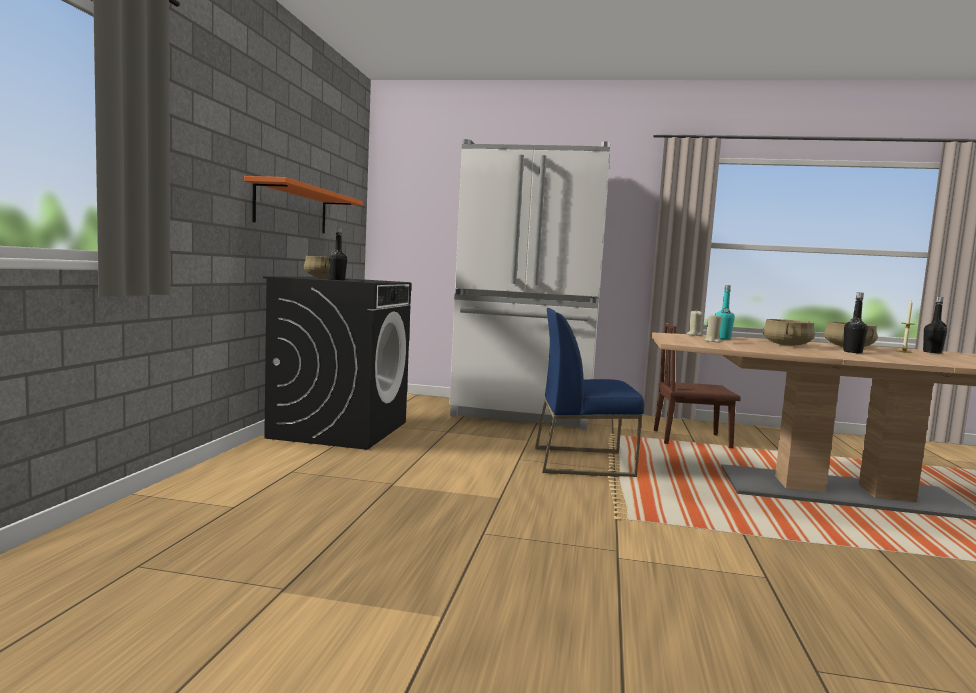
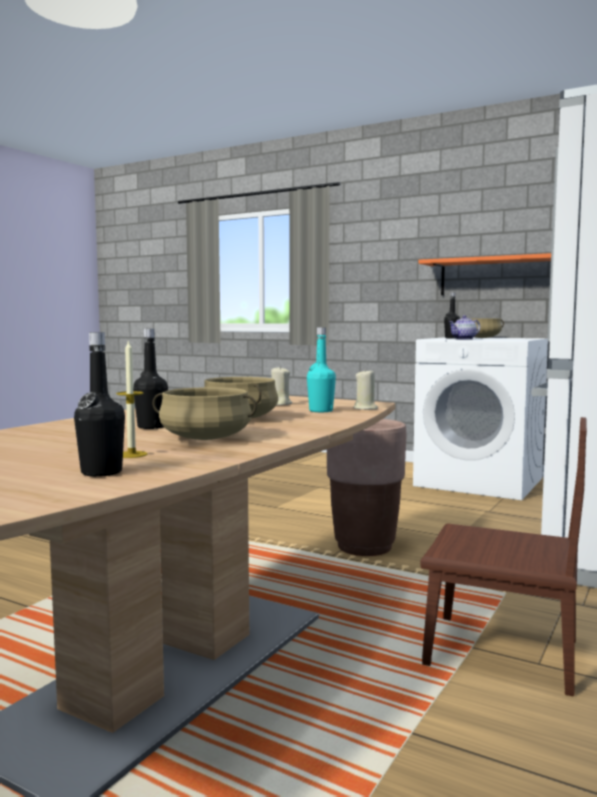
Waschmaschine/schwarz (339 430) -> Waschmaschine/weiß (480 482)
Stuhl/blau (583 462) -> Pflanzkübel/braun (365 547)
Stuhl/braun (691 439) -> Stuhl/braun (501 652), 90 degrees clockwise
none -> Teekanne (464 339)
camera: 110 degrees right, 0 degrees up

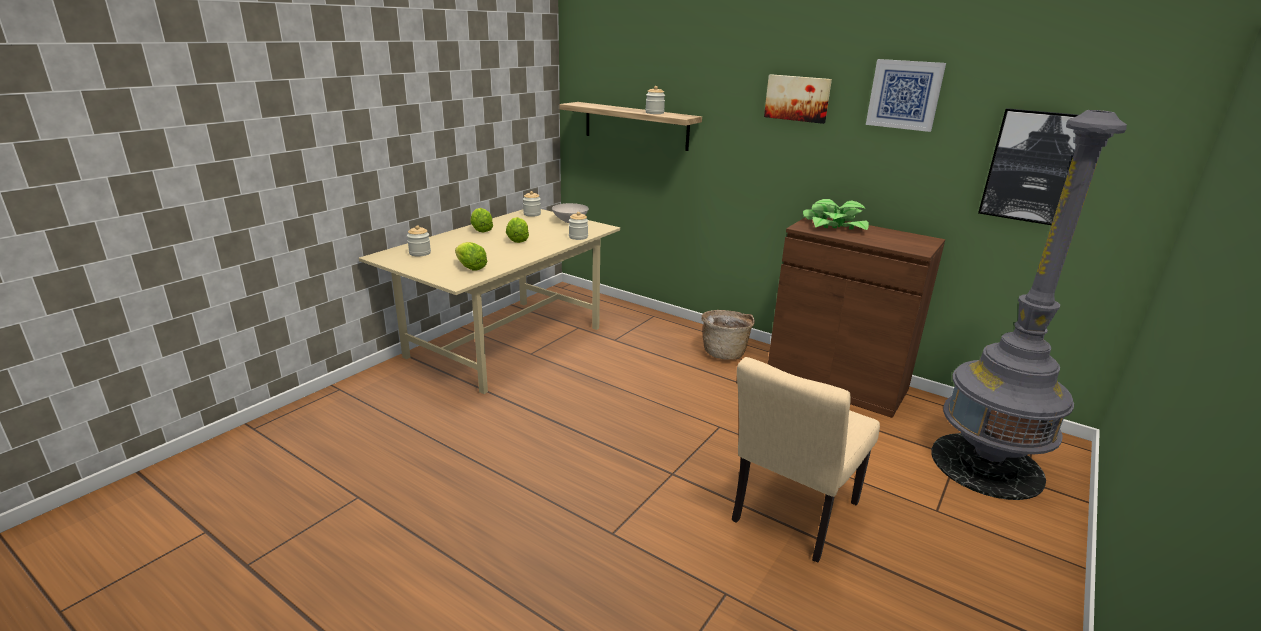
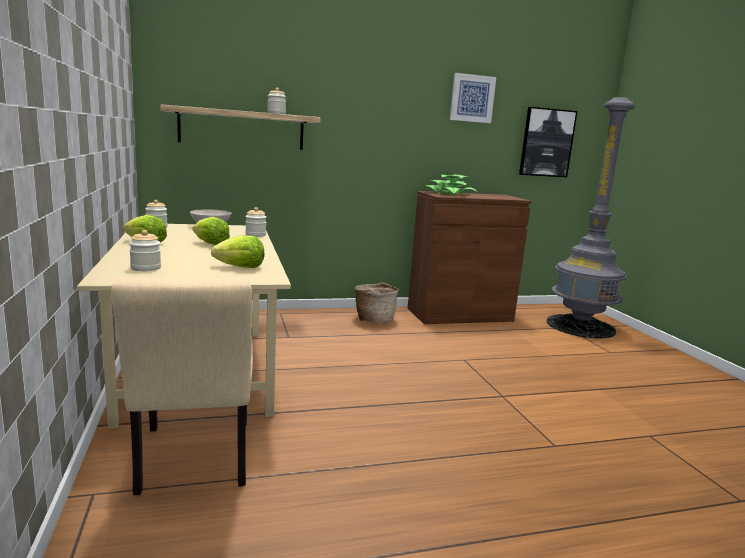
Bild (797 98) -> none
Stuhl/beige (790 517) -> Stuhl/beige (194 462), move
camera: 50 degrees left, 10 degrees down

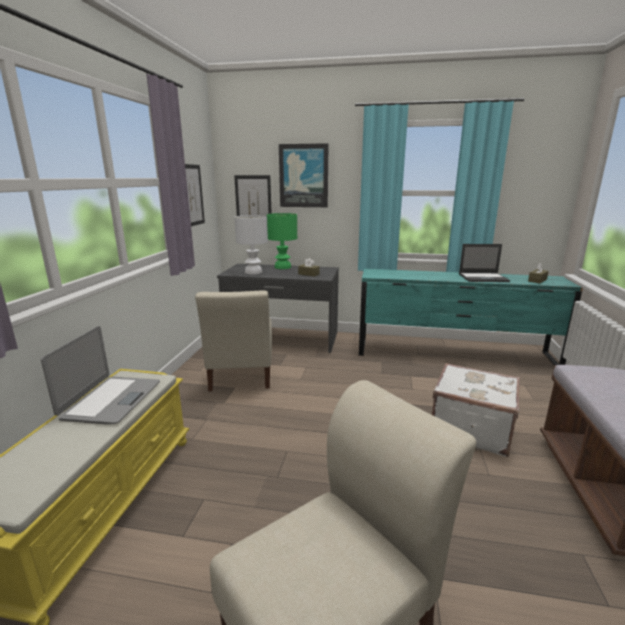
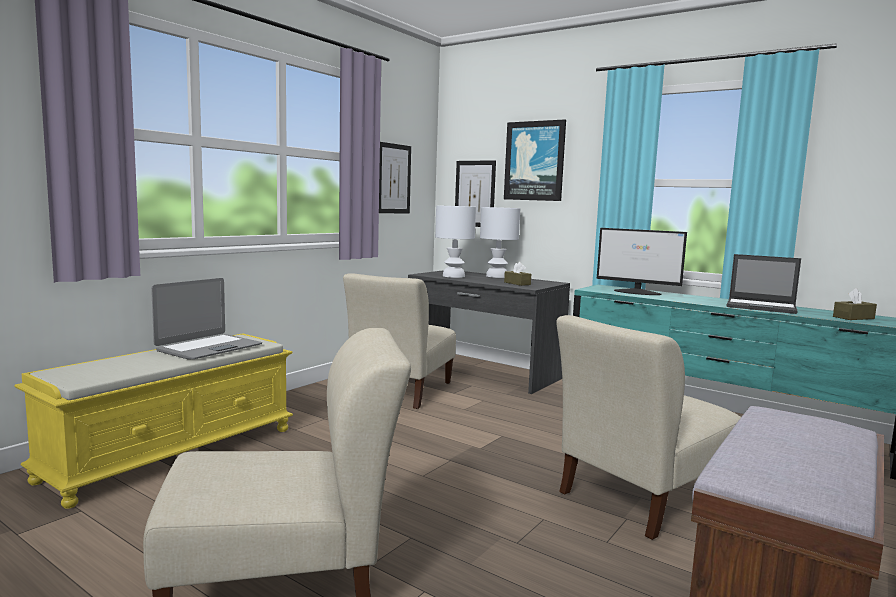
Tischlampe/grün (283 267) -> Tischlampe/weiß (497 276)
Koffer/weiß (470 428) -> Stuhl/beige (640 497)
none -> Monitor (638 292)
camera: 25 degrees right, 10 degrees down

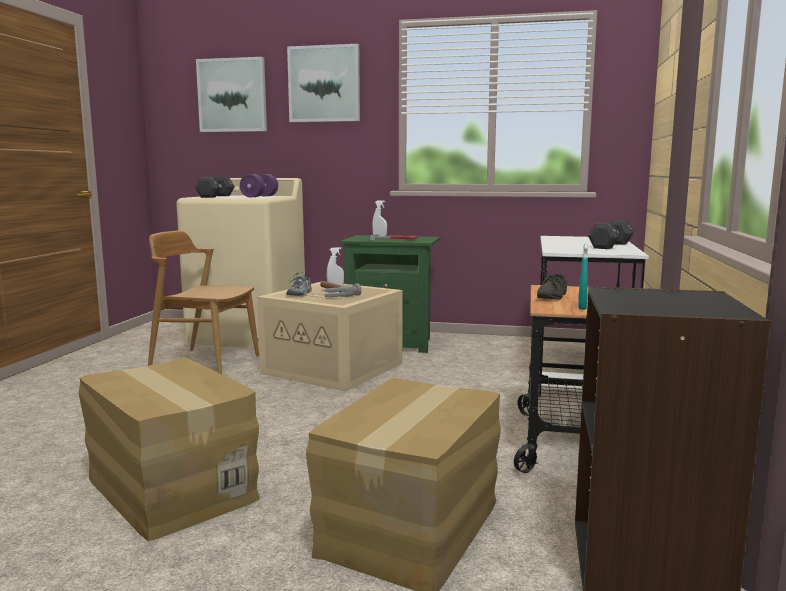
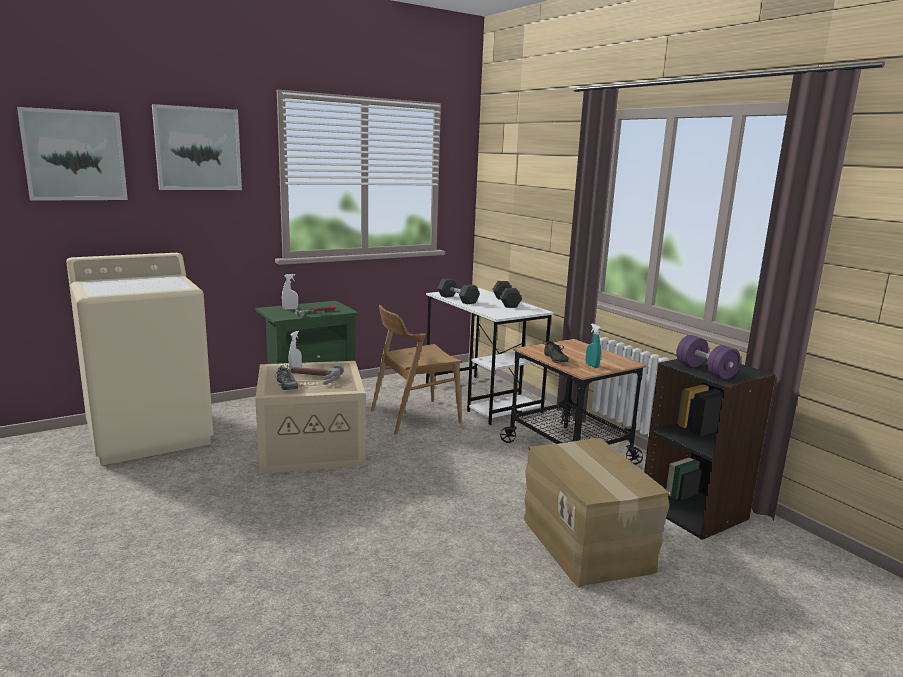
Hantel/lila (259 196) -> Hantel/lila (705 371), move
Hantel/schwarz (215 196) -> Hantel/schwarz (457 299), move
Stuhl/braun (205 362) -> Stuhl/braun (414 416), move
Karton (169 489) -> none
camera: 45 degrees left, 5 degrees up

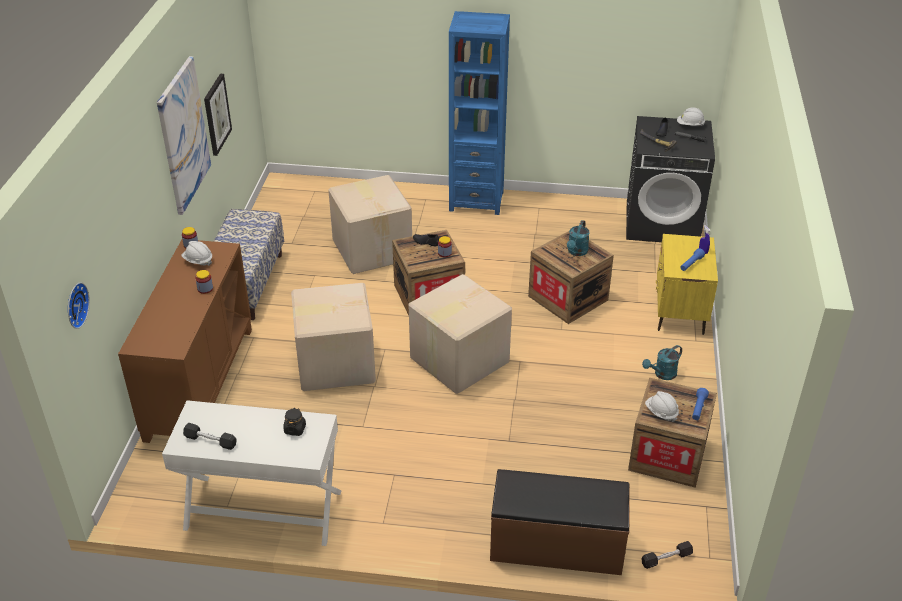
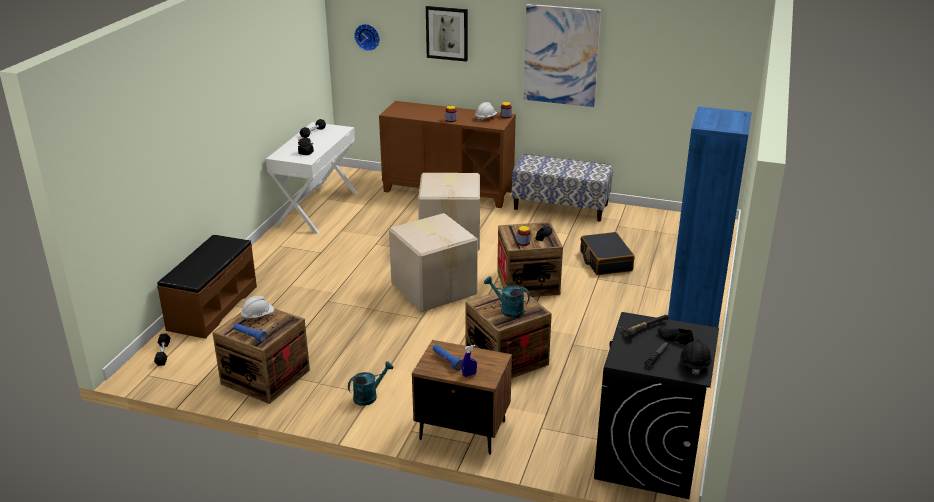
Bild (216 114) -> Bild (447 33), move
Schutzhelm/weiß (690 125) -> Schutzhelm/schwarz (694 364)
Karton (373 249) -> Koffer/schwarz (605 261)
Nachttisch/gelb (679 312) -> Nachttisch/braun (462 429)
Gießkanne/türkis (662 374) -> Gießkanne/türkis (369 396), 75 degrees clockwise
camera: 100 degrees right, 10 degrees down

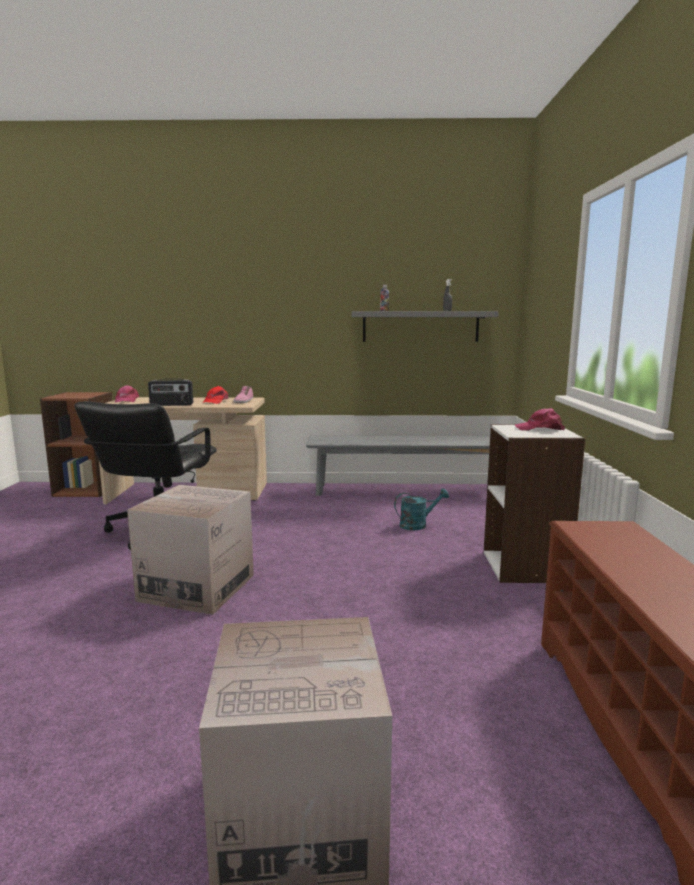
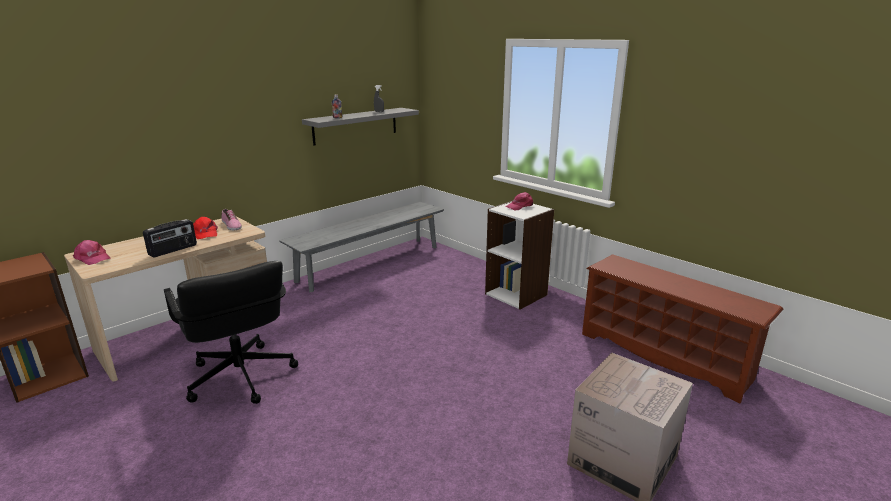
Karton (197 587) -> none
Gießkanne/türkis (417 525) -> none
camera: 45 degrees left, 10 degrees up

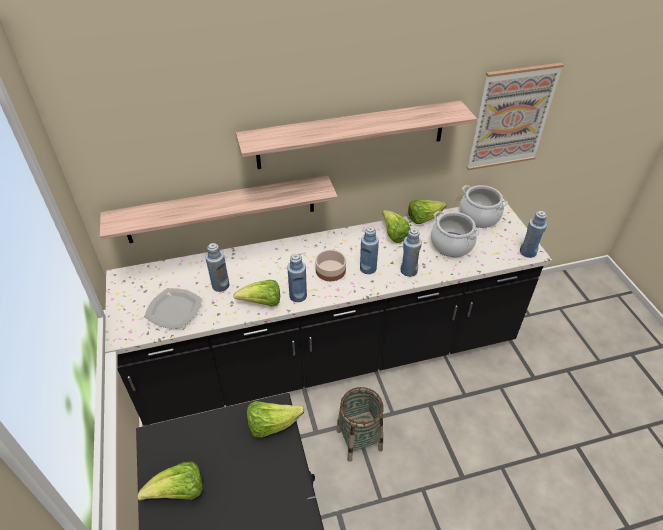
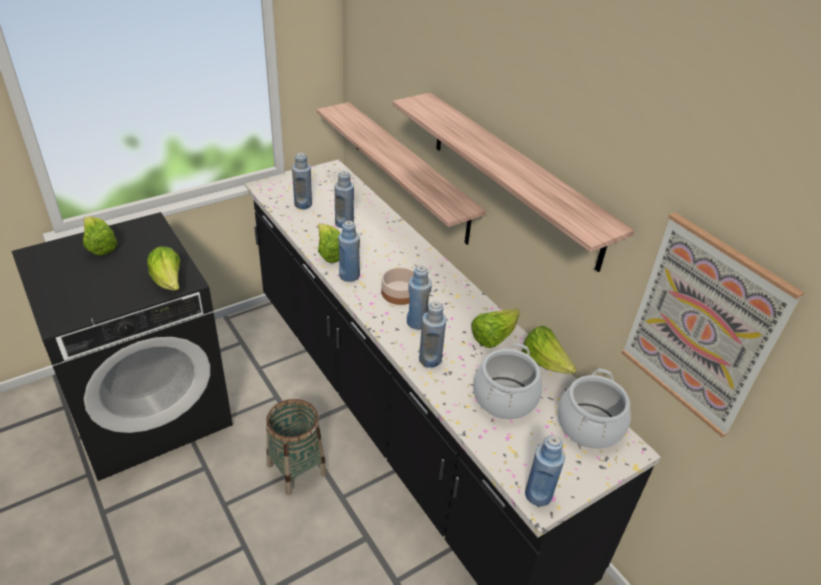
Teller (174 309) -> Flasche/blau (303 204)
camera: 70 degrees right, 5 degrees down

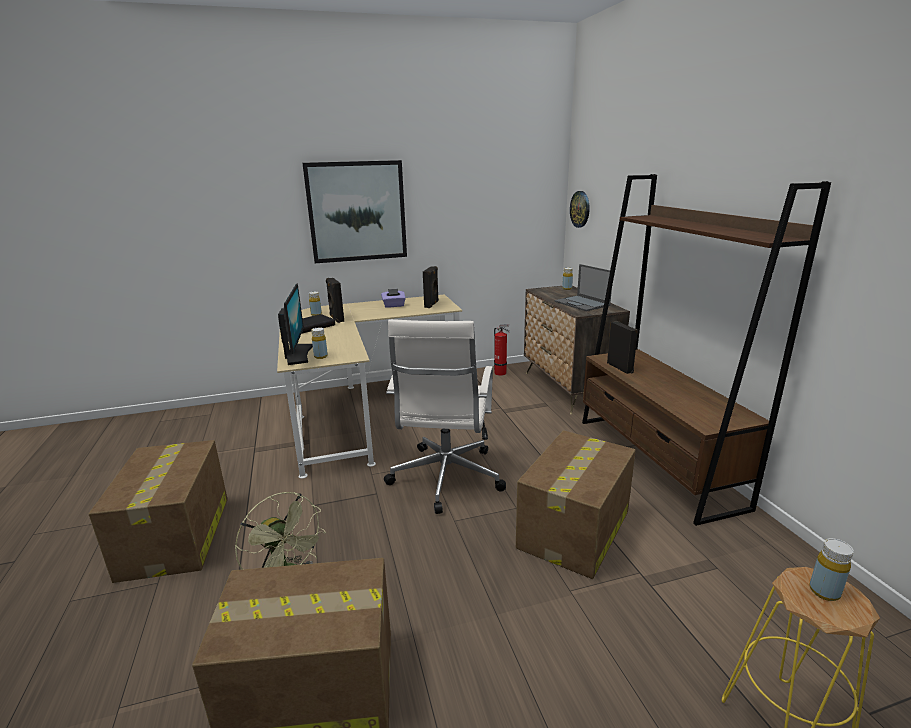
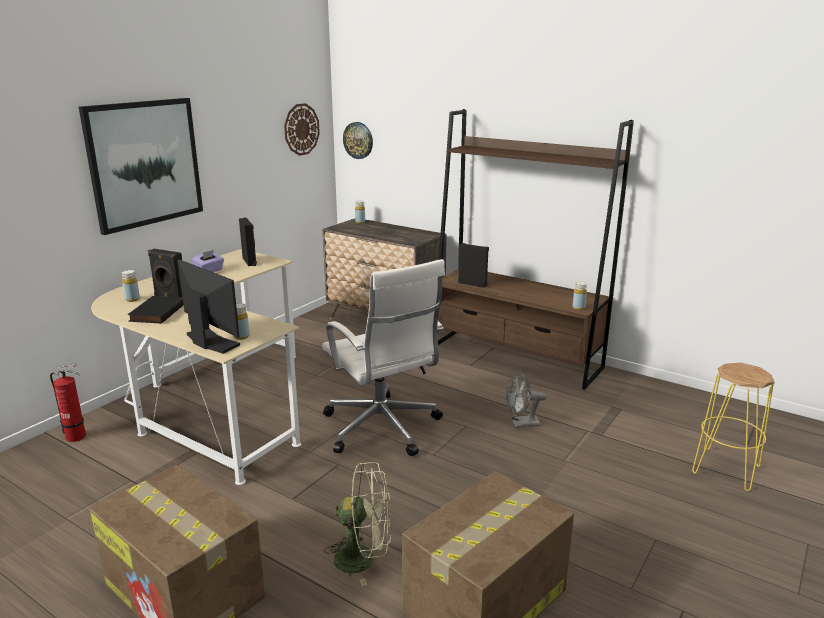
Laptop (582 303) -> none
Feuerlöscher (501 373) -> Feuerlöscher (78 437), move
Karton (573 530) -> Ventilator/grau (521 424)
Flasche/gelb (824 592) -> Flasche/gelb (578 308), move
none -> Wanduhr (301 129)
camera: 40 degrees left, 0 degrees up

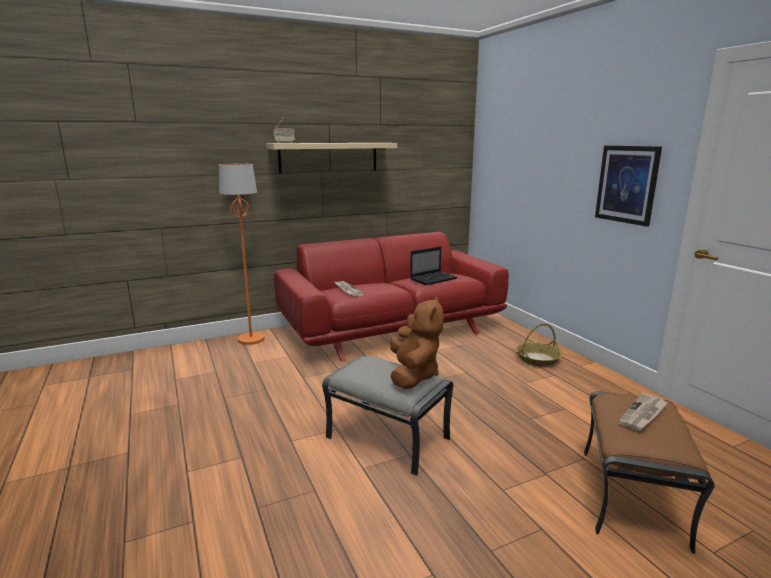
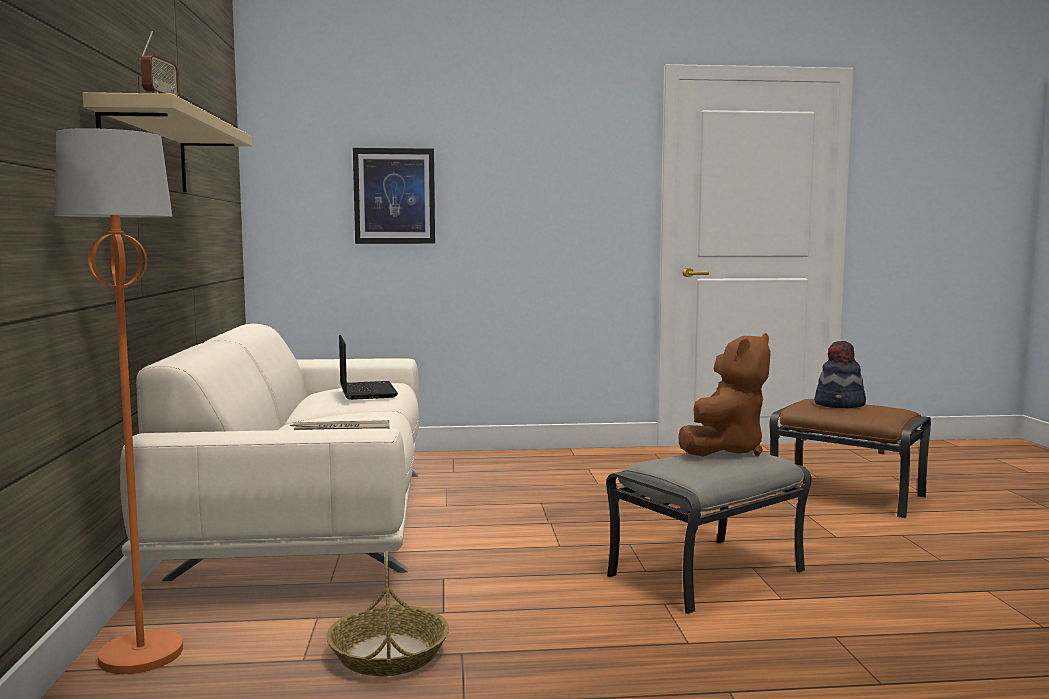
Bild (627 184) -> Bild (394 196), move
Sofa/rot (392 328) -> Sofa/beige (310 517)
Plüschtier/braun (413 375) -> Plüschtier/braun (724 450), 105 degrees clockwise
Korb (537 359) -> Korb (389 654), move
Zeitung (643 414) -> Hut (840 405)
camera: 70 degrees left, 10 degrees down

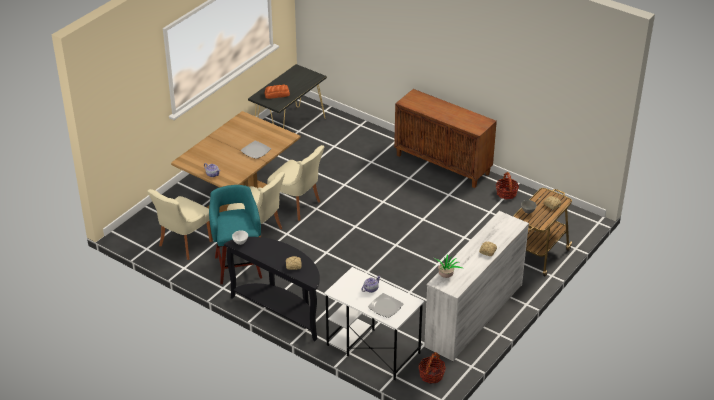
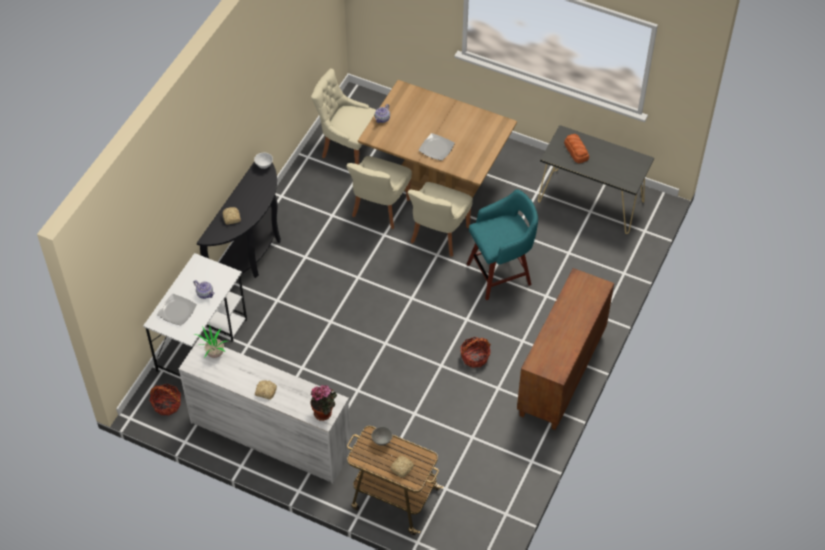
Korb (506 193) -> Korb (475 357), move
Hocker/türkis (238 266) -> Hocker/türkis (501 273), move
none -> Topfpflanze (324 413)
camera: 80 degrees right, 15 degrees up

